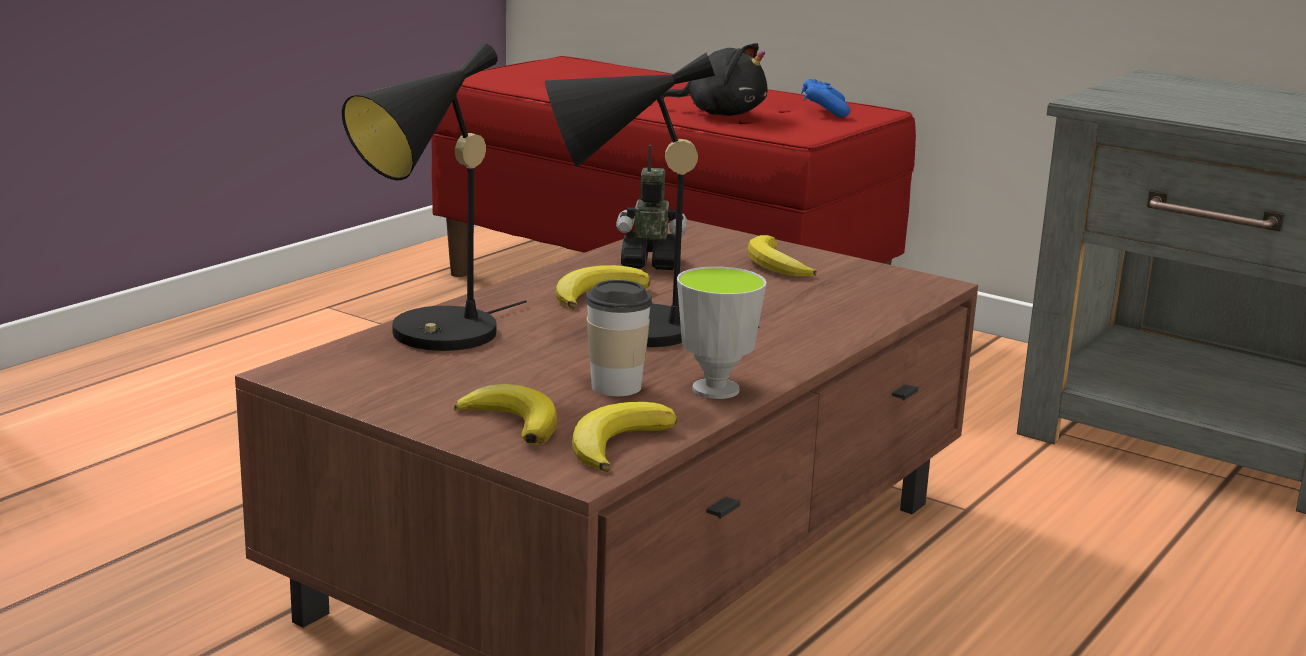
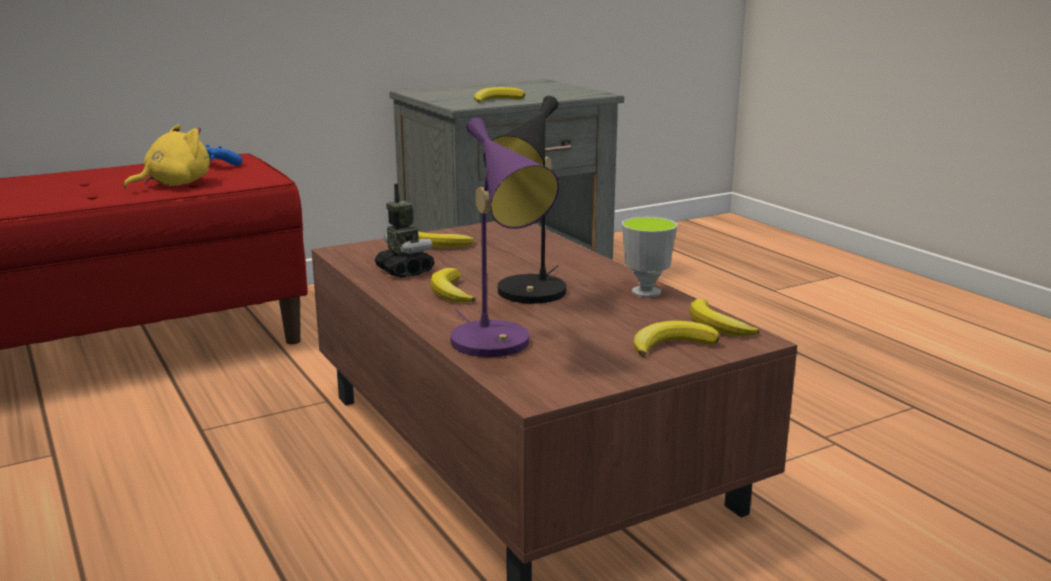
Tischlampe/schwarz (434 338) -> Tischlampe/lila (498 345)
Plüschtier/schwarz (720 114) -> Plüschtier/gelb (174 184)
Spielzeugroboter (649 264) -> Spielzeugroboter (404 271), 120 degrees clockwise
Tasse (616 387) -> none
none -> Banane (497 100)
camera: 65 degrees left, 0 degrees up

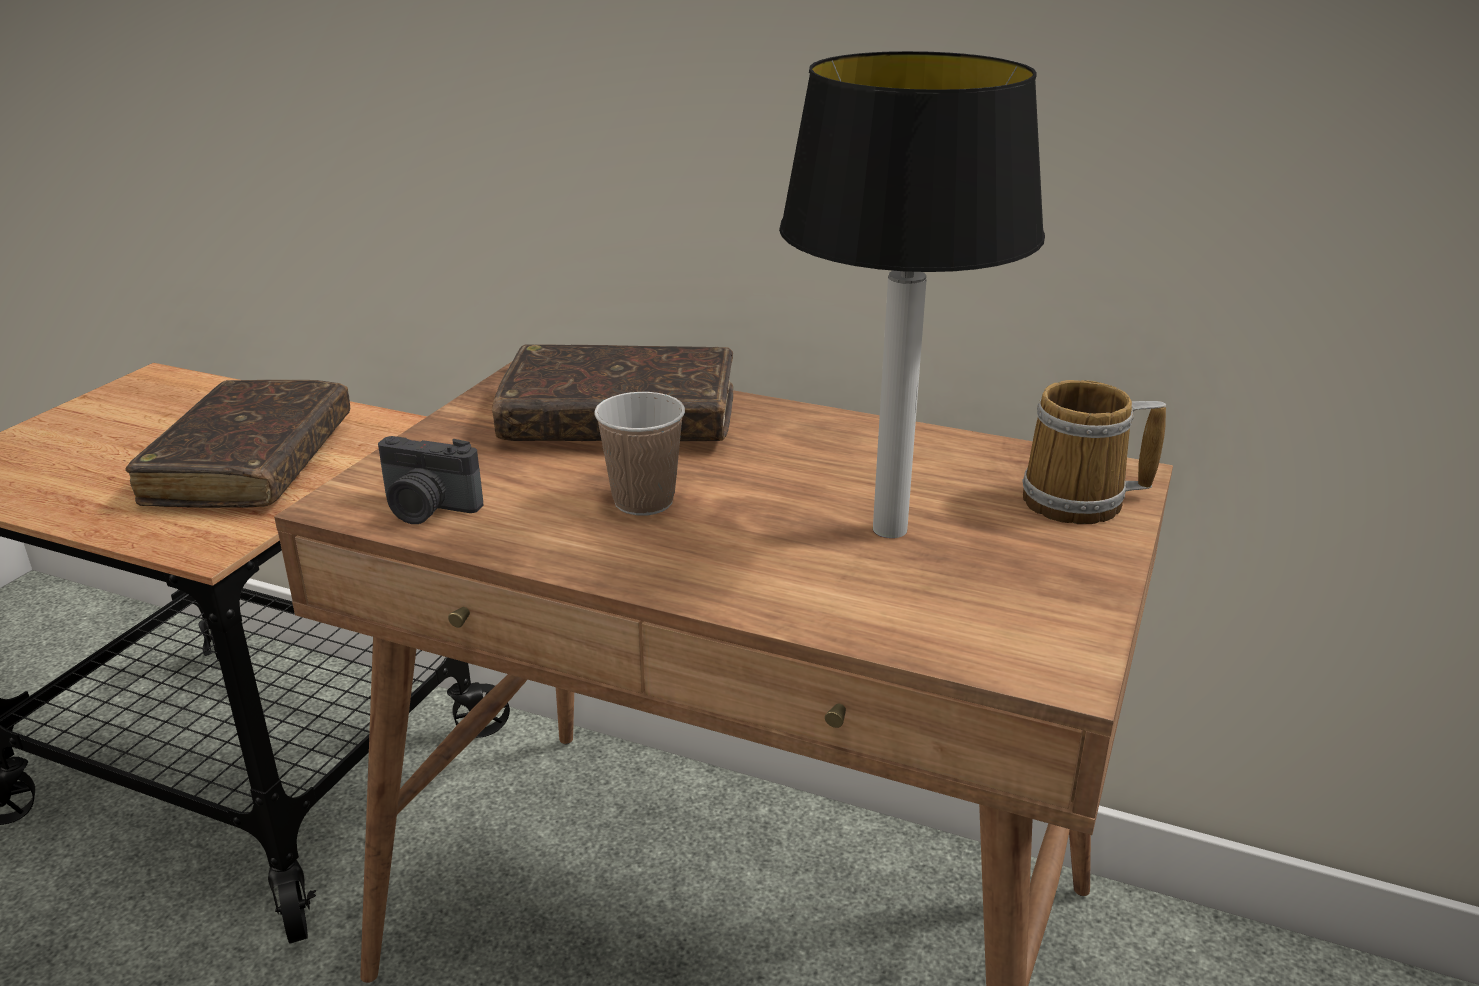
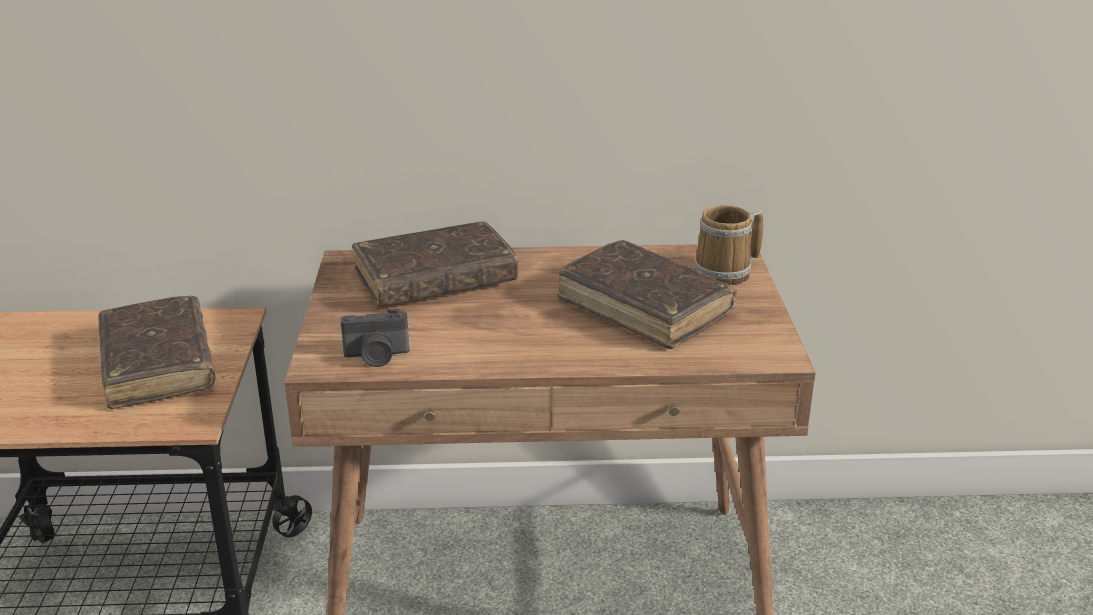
Tischlampe (890 528) -> Buch/braun (644 308)
Tasse (643 501) -> none
camera: 25 degrees left, 0 degrees up

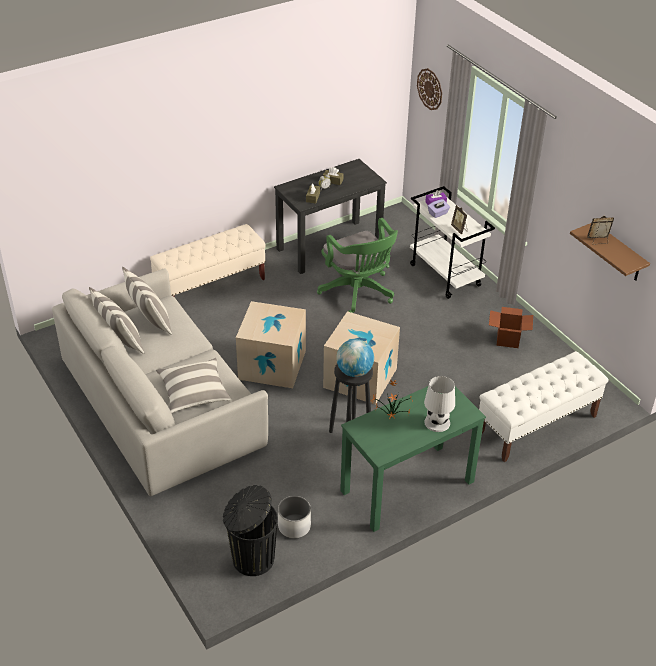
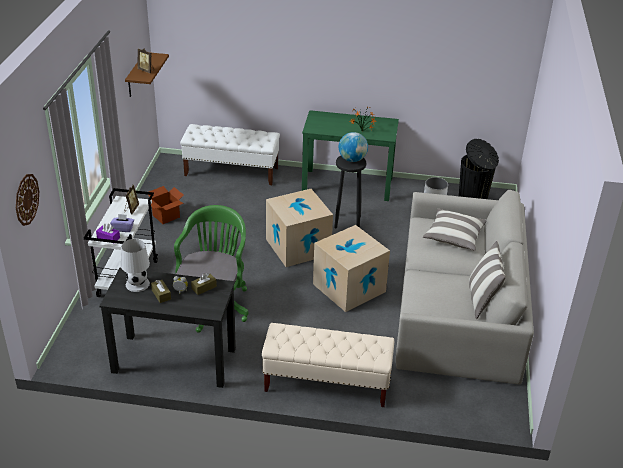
Kissen (150 322) -> none
Tischlampe/weiß (437 422) -> Tischlampe/weiß (137 284), move
camera: 140 degrees left, 5 degrees down

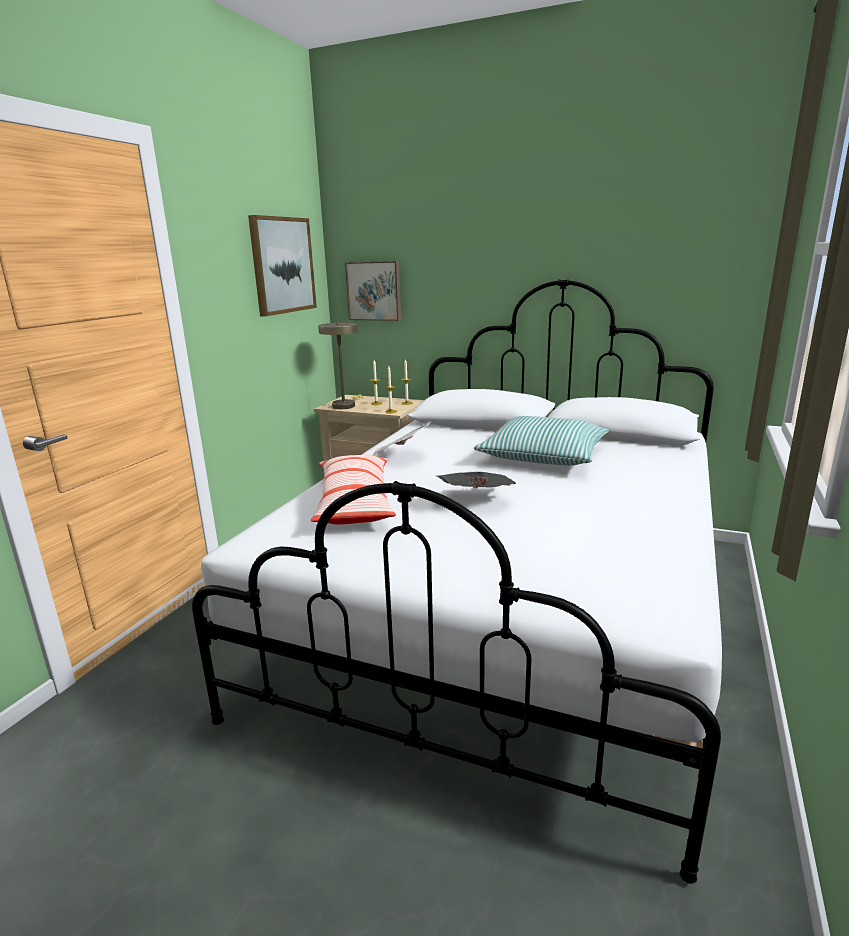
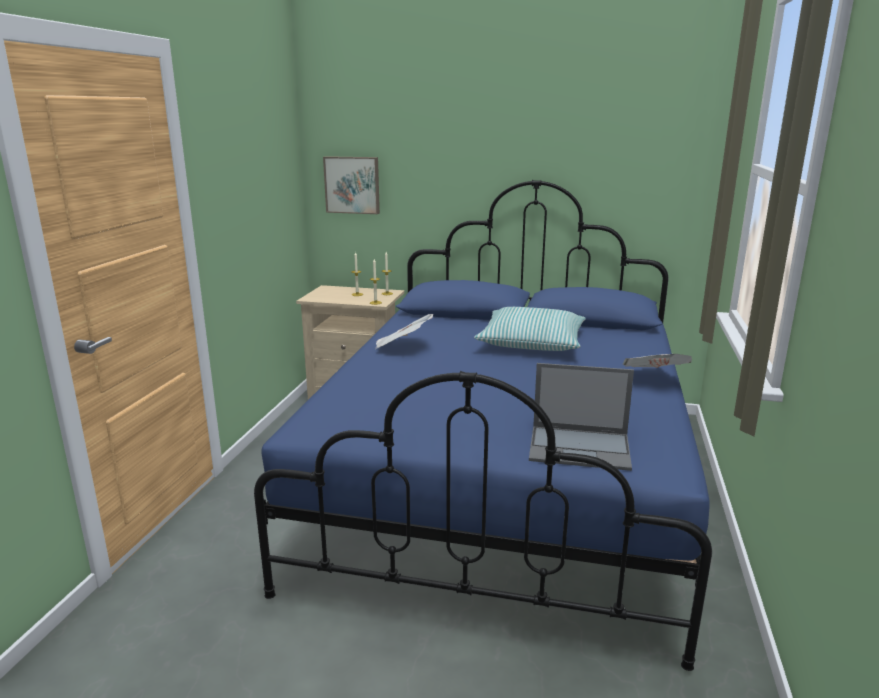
Bild (282 265) -> none
Bett/weiß (507 611) -> Bett/blau (505 484)
Tischlampe/beige (345 405) -> none
Kissen (355 503) -> none
Zeitung (476 501) -> Zeitung (654 379), move
none -> Laptop (580 448)
camera: 10 degrees left, 0 degrees up

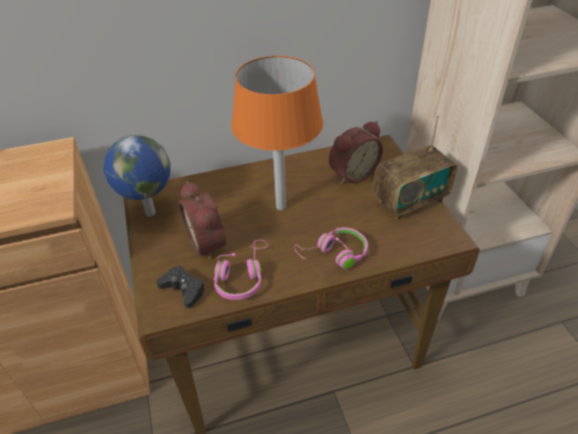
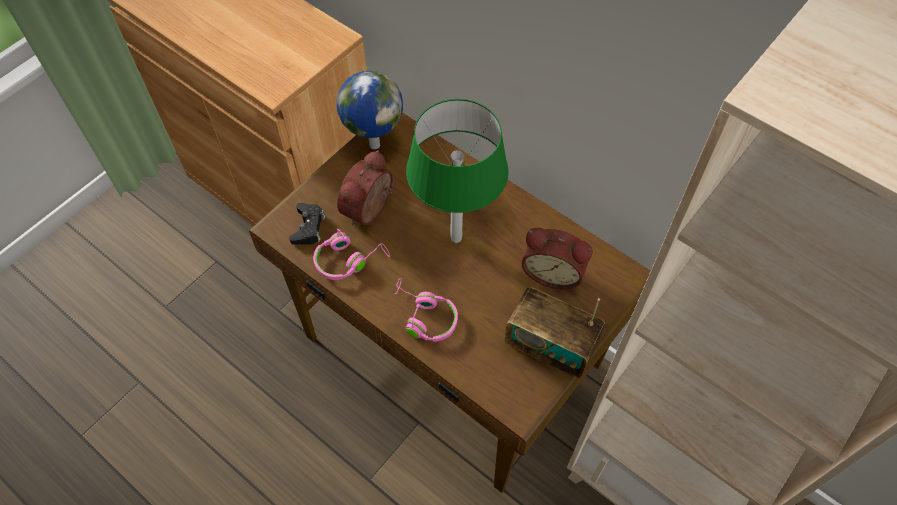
Tischlampe/orange (280 207) -> Tischlampe/grün (455 238)
camera: 55 degrees right, 15 degrees up

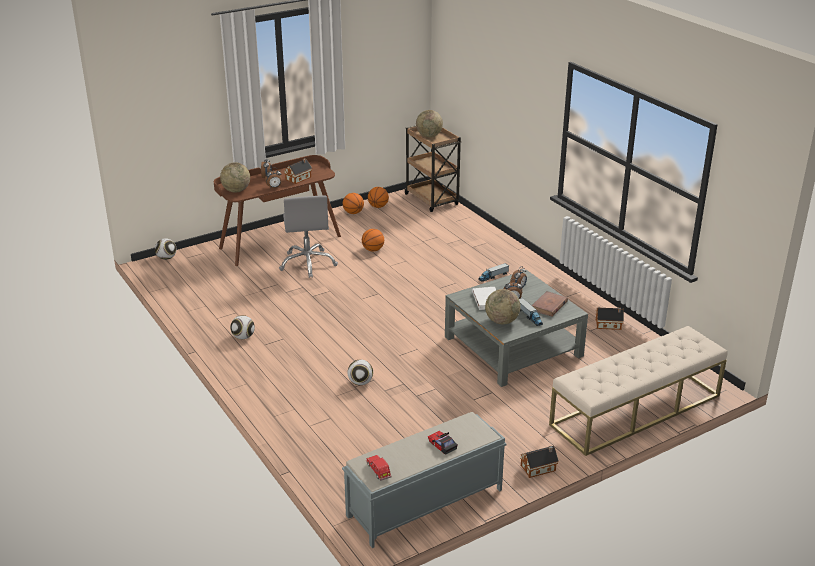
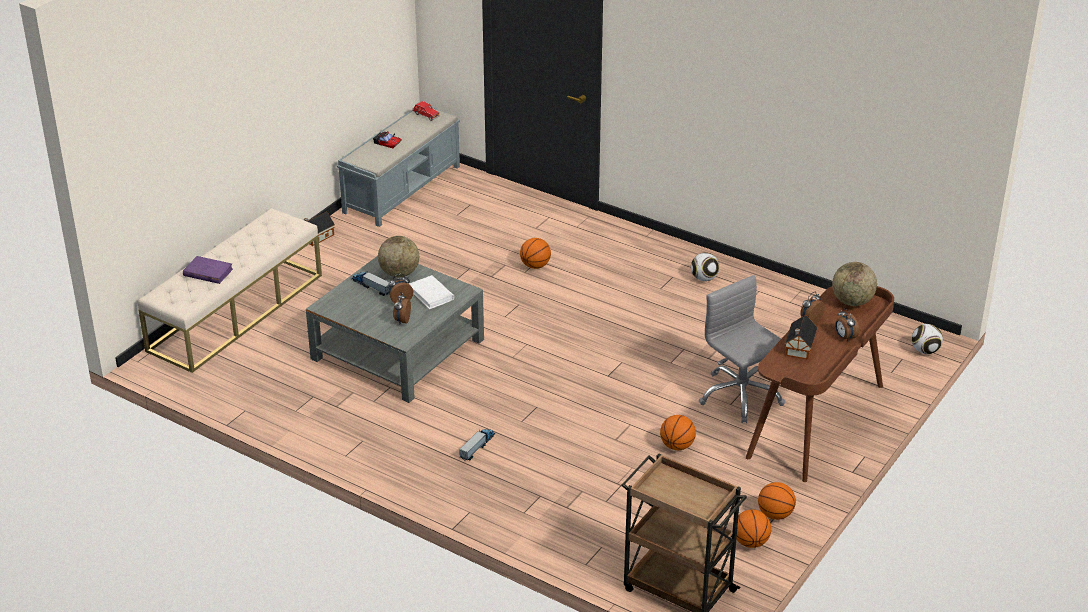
Globus (429 136) -> none
Buch/braun (549 306) -> none
Spielzeughaus (609 325) -> none
Fußball (360 382) -> Basketball (535 266)
none -> Buch/lila (208 272)
camera: 155 degrees right, 5 degrees up

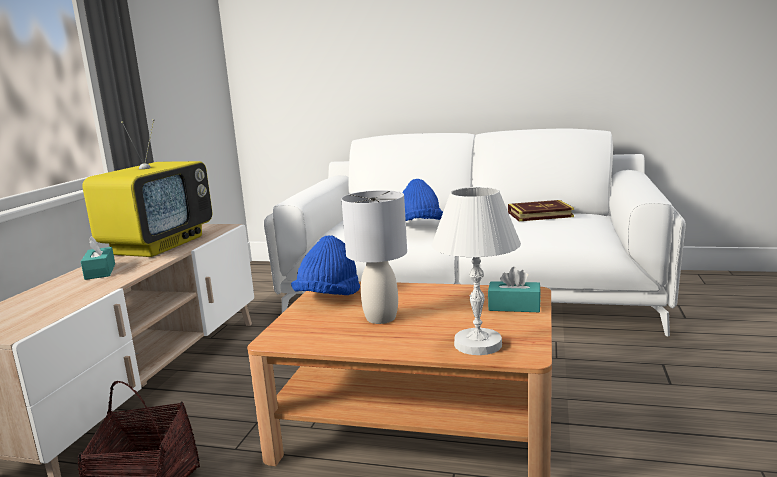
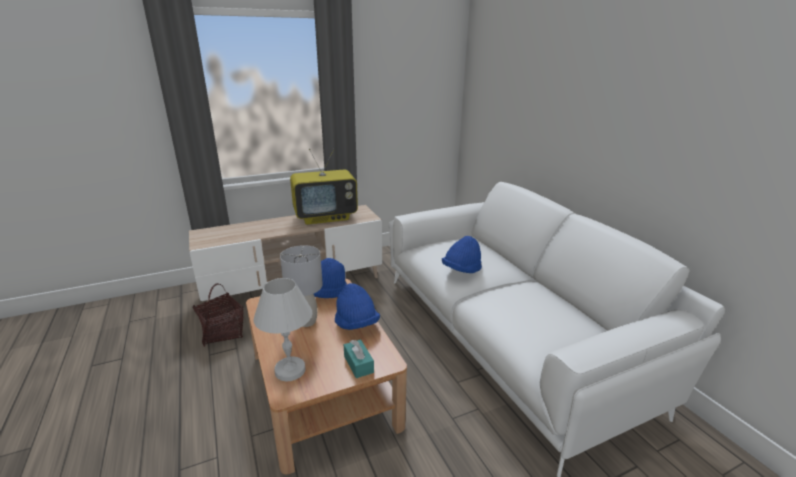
Buch (540 214) -> none
Taschentuchbox/türkis (100 271) -> none
none -> Hut/blau (356 324)
camera: 50 degrees right, 10 degrees up

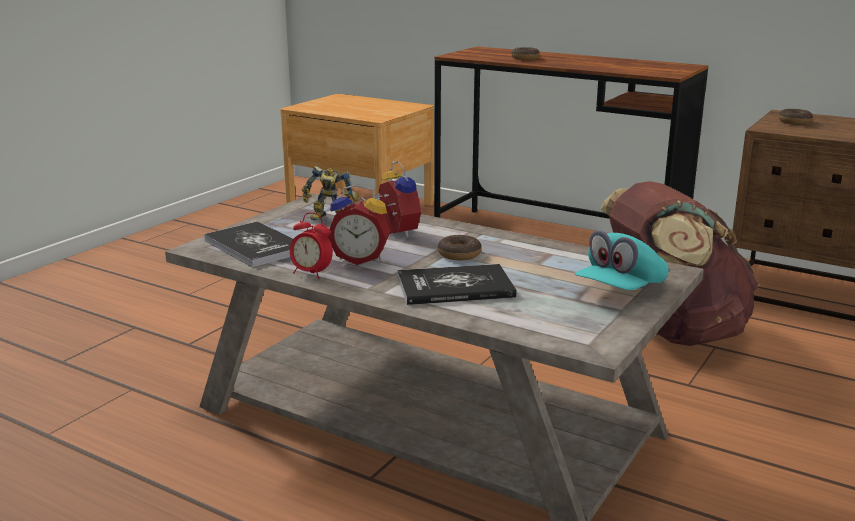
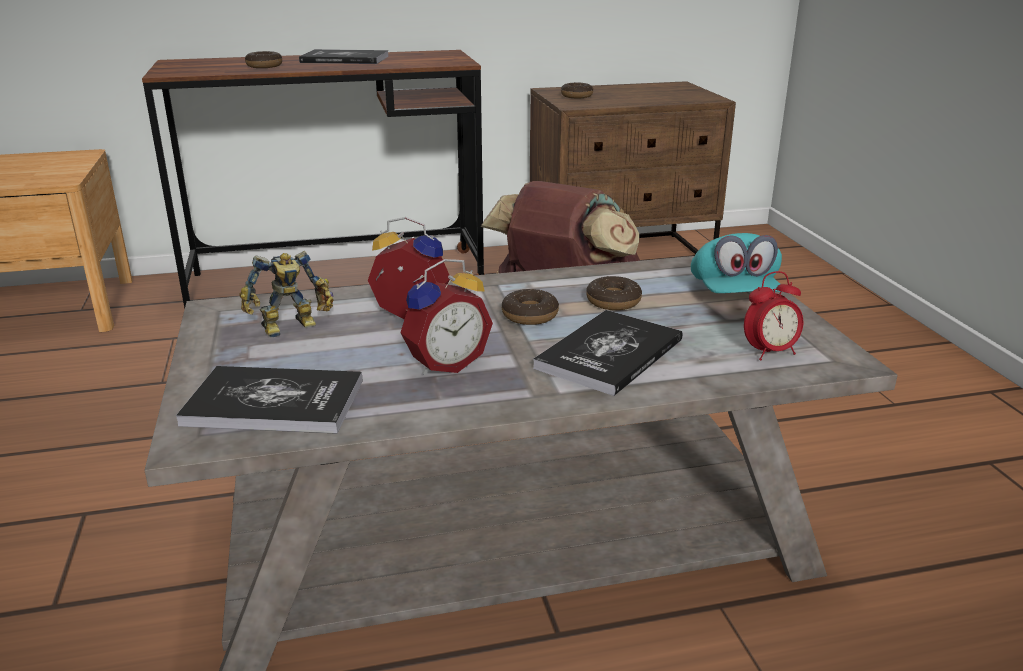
Wecker (311 273) -> Wecker (769 352), move
none -> Buch (345 59)
none -> Donut (613 301)
camera: 45 degrees left, 5 degrees up

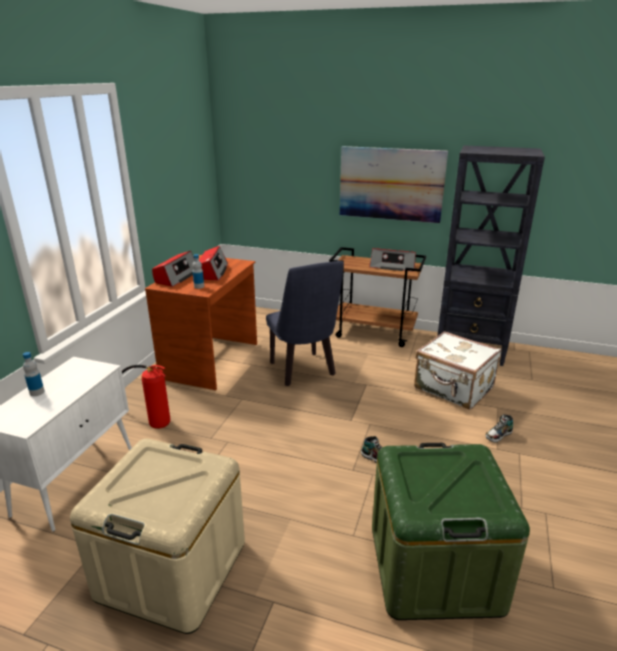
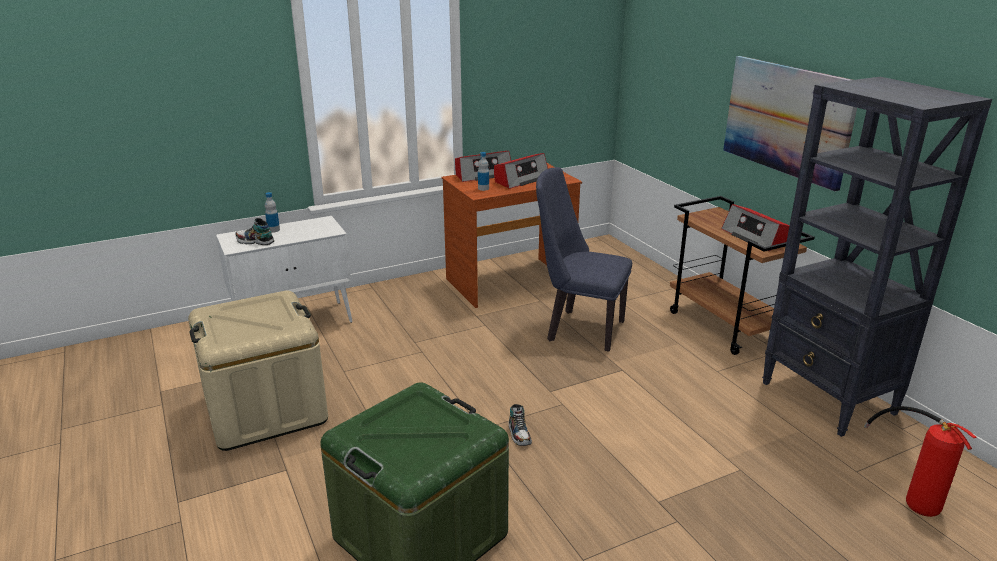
Stuhl/blau (304 371) -> Stuhl/blau (578 329), 90 degrees clockwise
Koffer/weiß (453 389) -> none
Feuerlöscher (151 419) -> Feuerlöscher (909 493), move
Schuh (498 435) -> Schuh (255 242), move
camera: 45 degrees right, 0 degrees up

